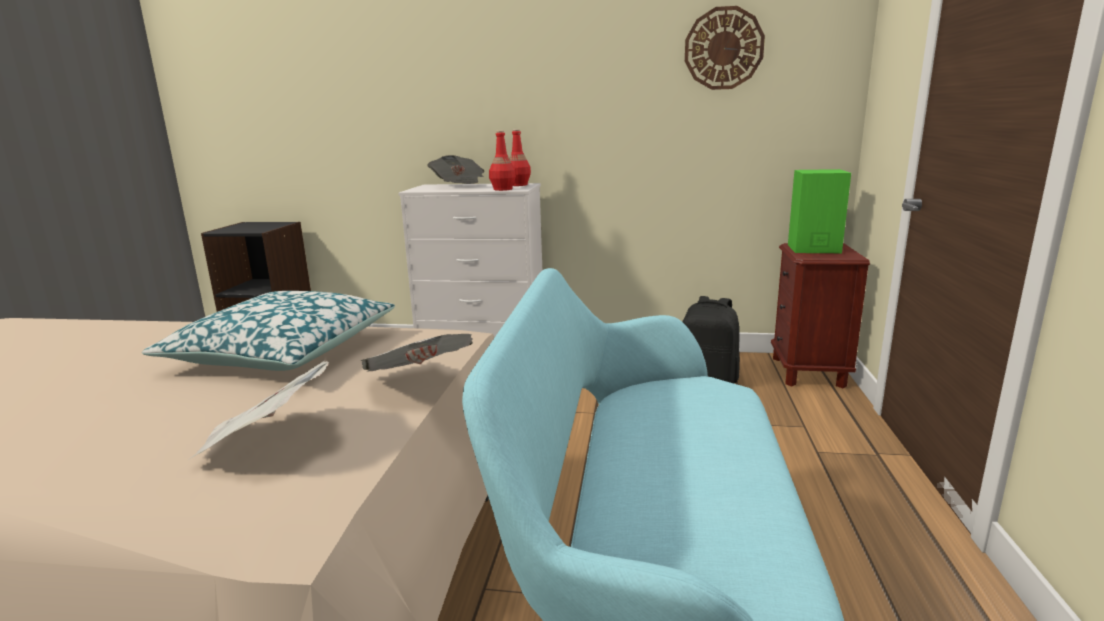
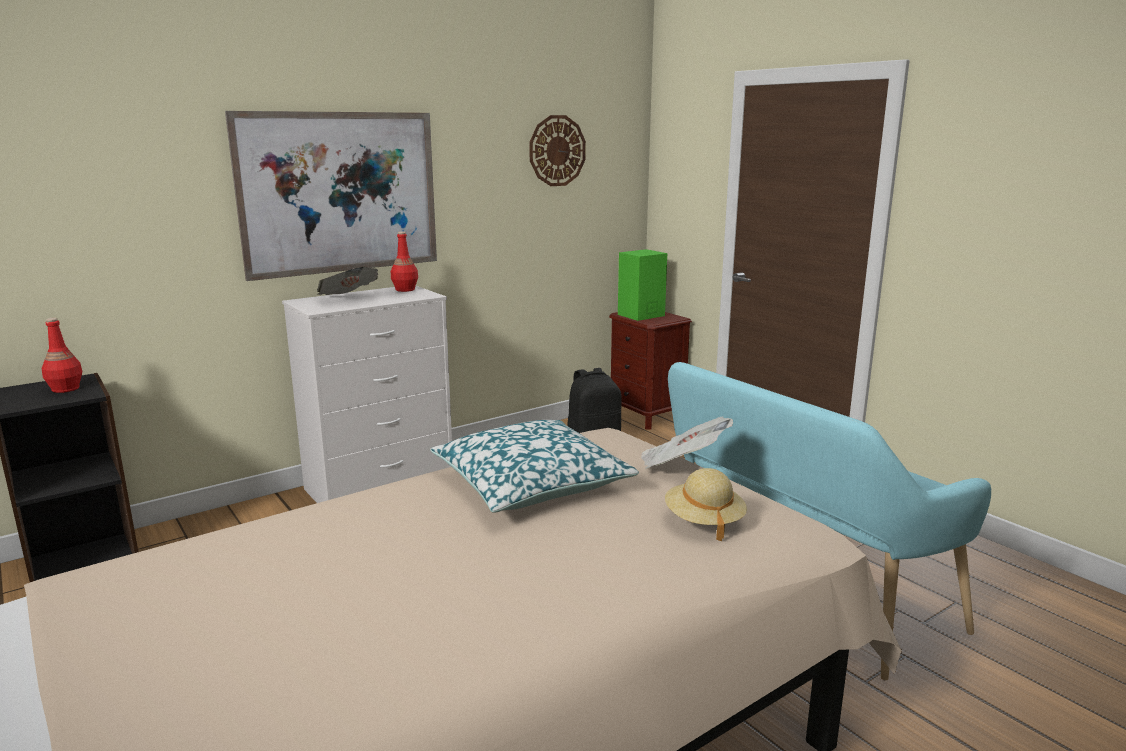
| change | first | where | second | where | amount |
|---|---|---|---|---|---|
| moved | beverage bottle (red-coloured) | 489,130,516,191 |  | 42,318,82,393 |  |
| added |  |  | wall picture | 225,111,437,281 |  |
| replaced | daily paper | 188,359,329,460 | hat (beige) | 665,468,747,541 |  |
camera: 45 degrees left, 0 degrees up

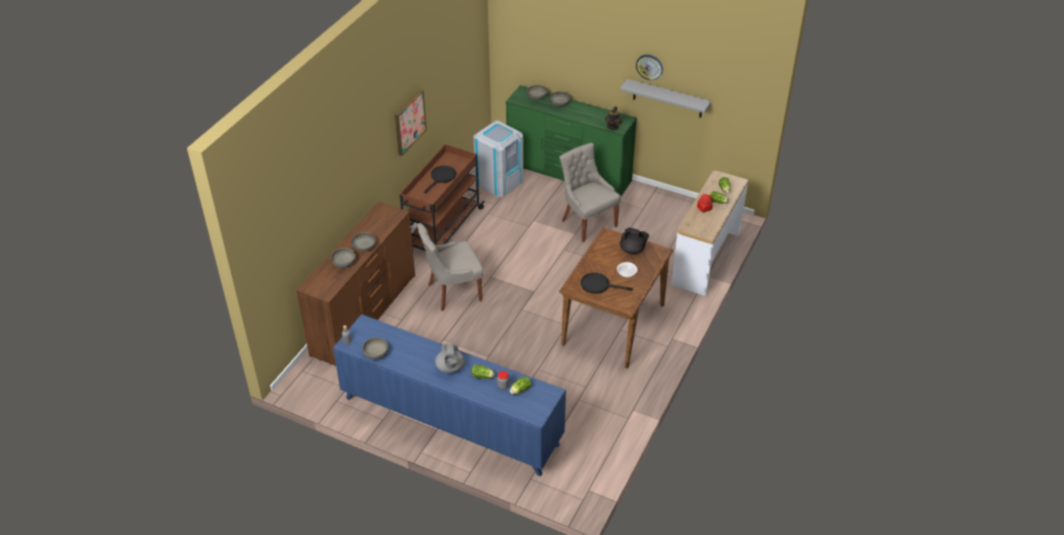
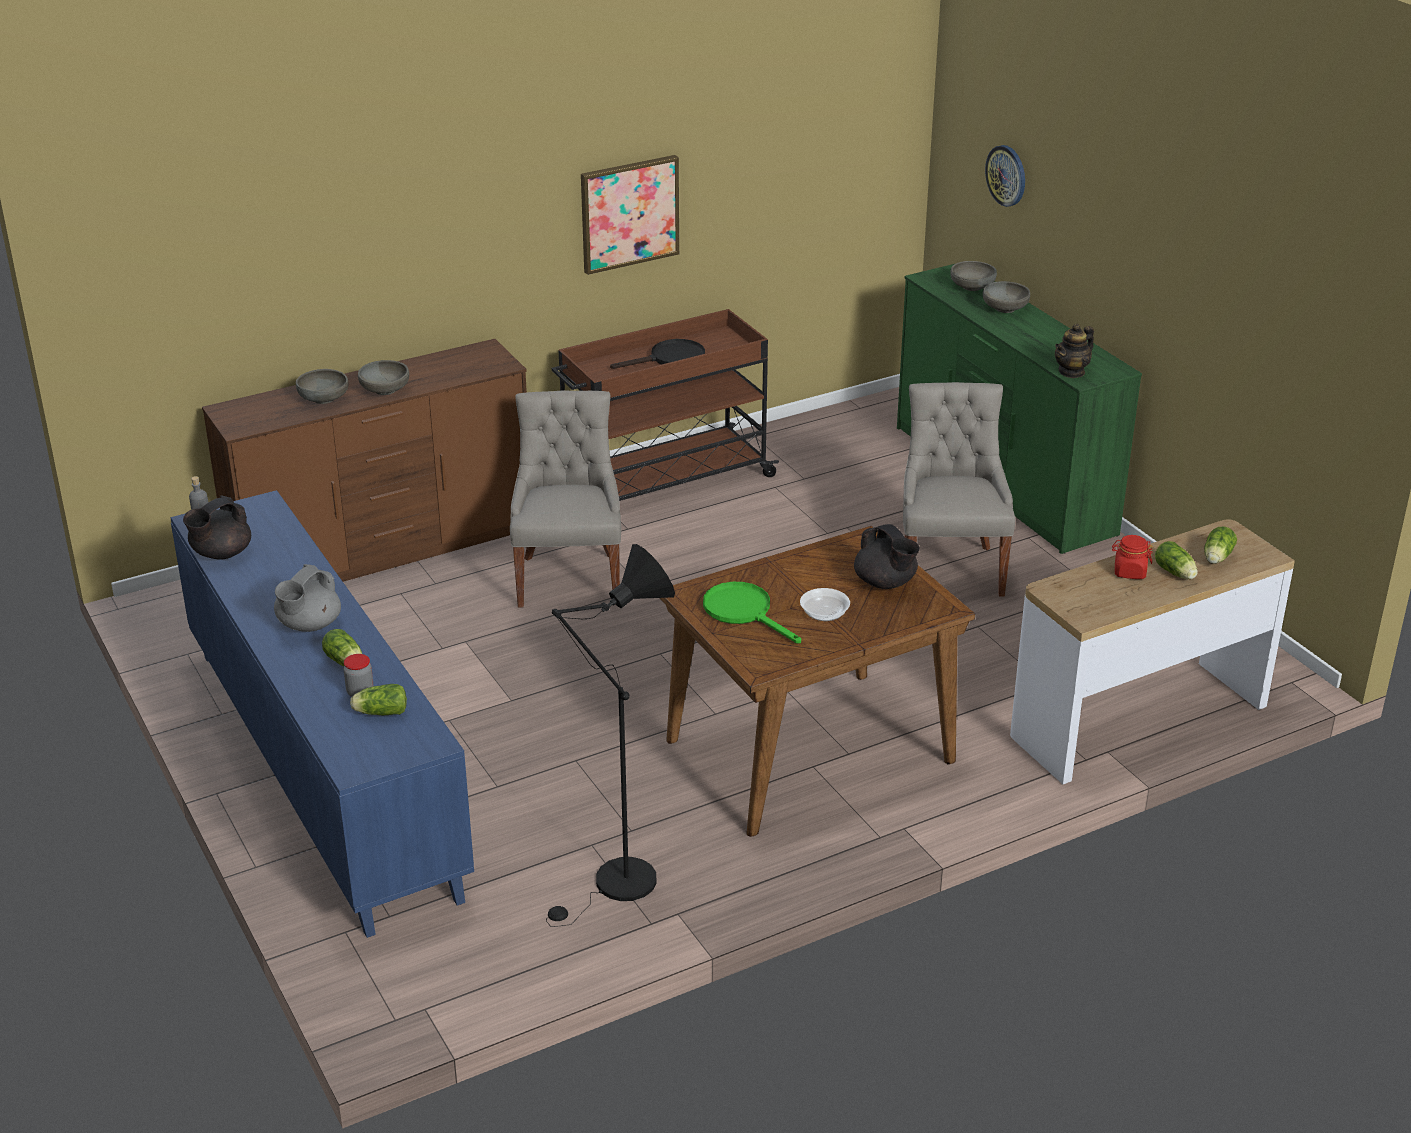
| change | first | where | second | where | amount |
|---|---|---|---|---|---|
| replaced | bowl (gray) | 362,337,389,359 | pot for tea (blackish) | 183,496,251,560 |  |
| turned | chair (gray) | 417,223,483,311 |  | 510,390,621,607 | 75 degrees clockwise |
| added |  |  | floor lamp (blackish) | 546,544,675,927 |  |
| recoloured | skillet (blackish) | 581,273,633,294 | skillet (green) | 703,582,801,643 |  |
| moved | clock on the wall | 636,54,663,80 |  | 985,145,1025,207 |  |
| removed | waste bin (gray) | 473,121,523,197 |  |  |  |
| removed | bracket shelf (gray) | 620,79,711,118 |  |  |  |
camera: 35 degrees right, 10 degrees down

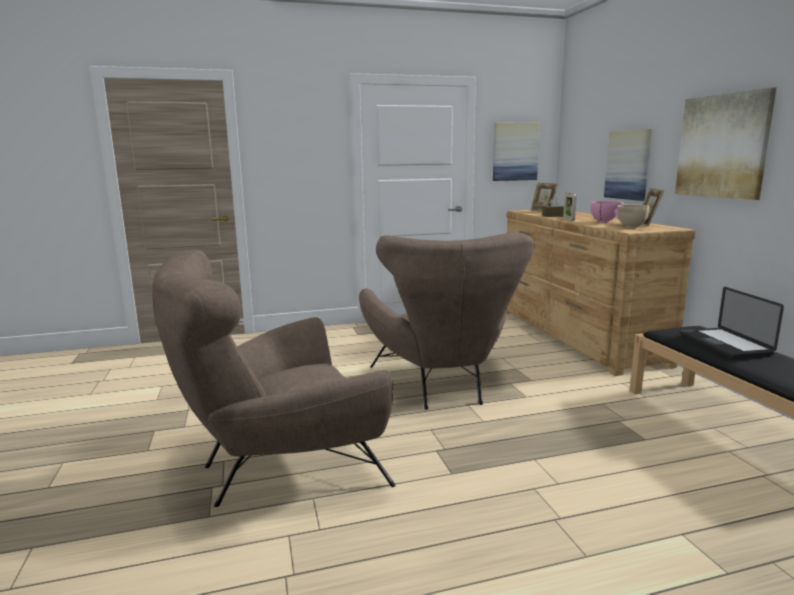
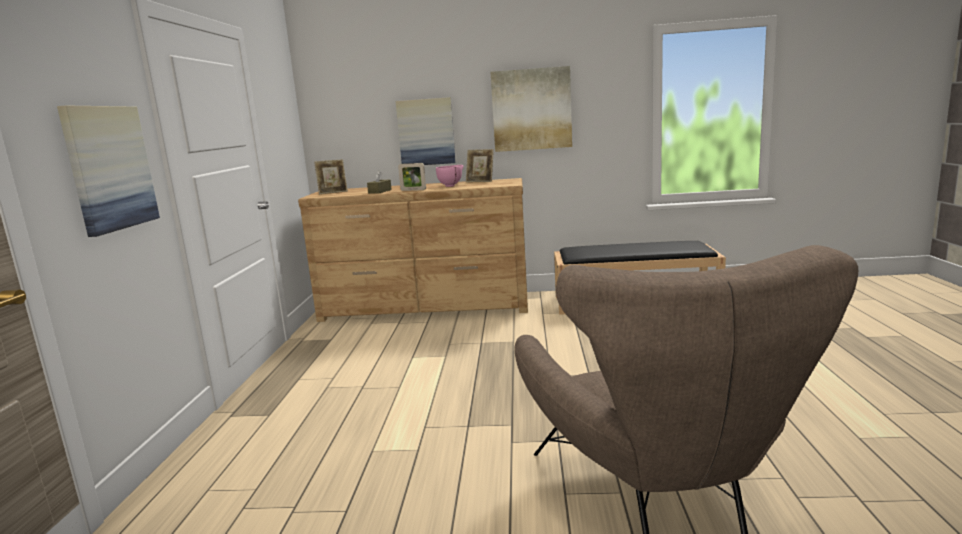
| change | first | where | second | where | amount |
|---|---|---|---|---|---|
| moved | wall picture | 493,122,540,181 |  | 57,106,160,237 |  |
| removed | easy chair (brown-coloured) | 359,232,534,410 |  |  |  |
| removed | bowl (beige) | 617,205,650,228 |  |  |  |
| removed | notebook computer | 680,287,784,358 |  |  |  |
camera: 70 degrees left, 0 degrees up

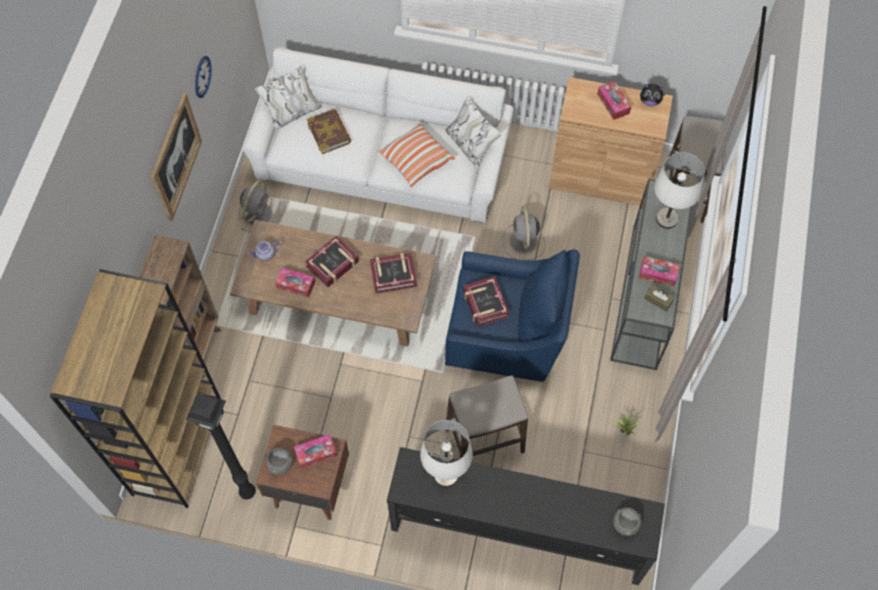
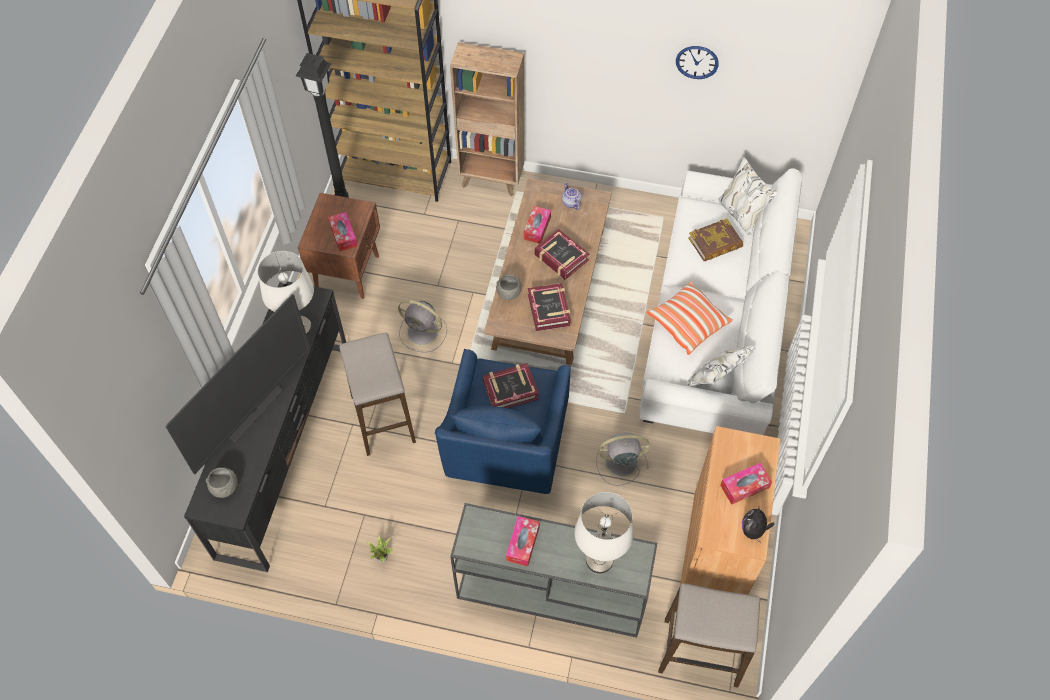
| change | first | where | second | where | amount |
|---|---|---|---|---|---|
| added |  |  | TV set | 166,294,311,474 |  |
| moved | fan (gray) | 239,180,273,232 |  | 398,300,447,353 |  |
| moved | bowl (gray) | 266,448,293,475 |  | 496,274,522,300 |  |
| removed | wall picture | 151,93,202,221 |  |  |  |
| removed | tissue box (brown-coloured) | 644,284,675,312 |  |  |  |
camera: 90 degrees right, 5 degrees down

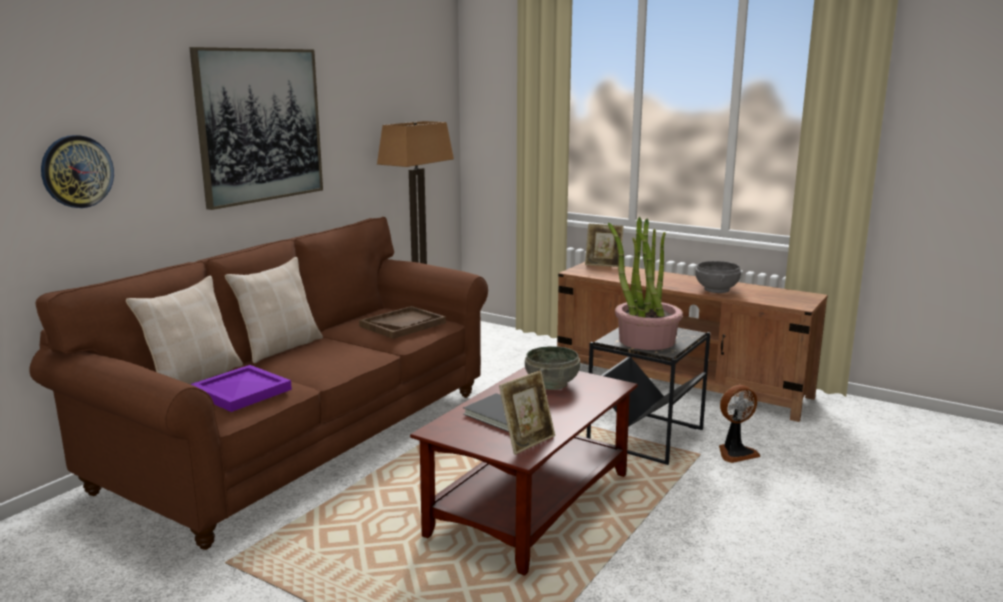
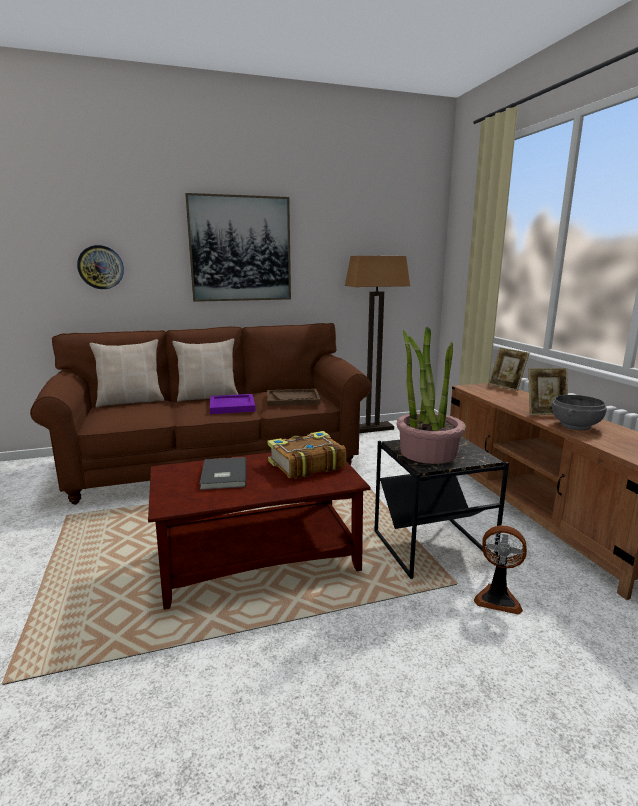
| change | first | where | second | where | amount |
|---|---|---|---|---|---|
| moved | tray (purplish) | 190,365,292,412 |  | 210,394,256,414 |  |
| replaced | bowl (gray) | 525,346,580,390 | volume | 268,431,346,479 |  |
| moved | photo frame | 499,370,555,455 |  | 528,368,568,415 |  |
camera: 40 degrees right, 0 degrees up

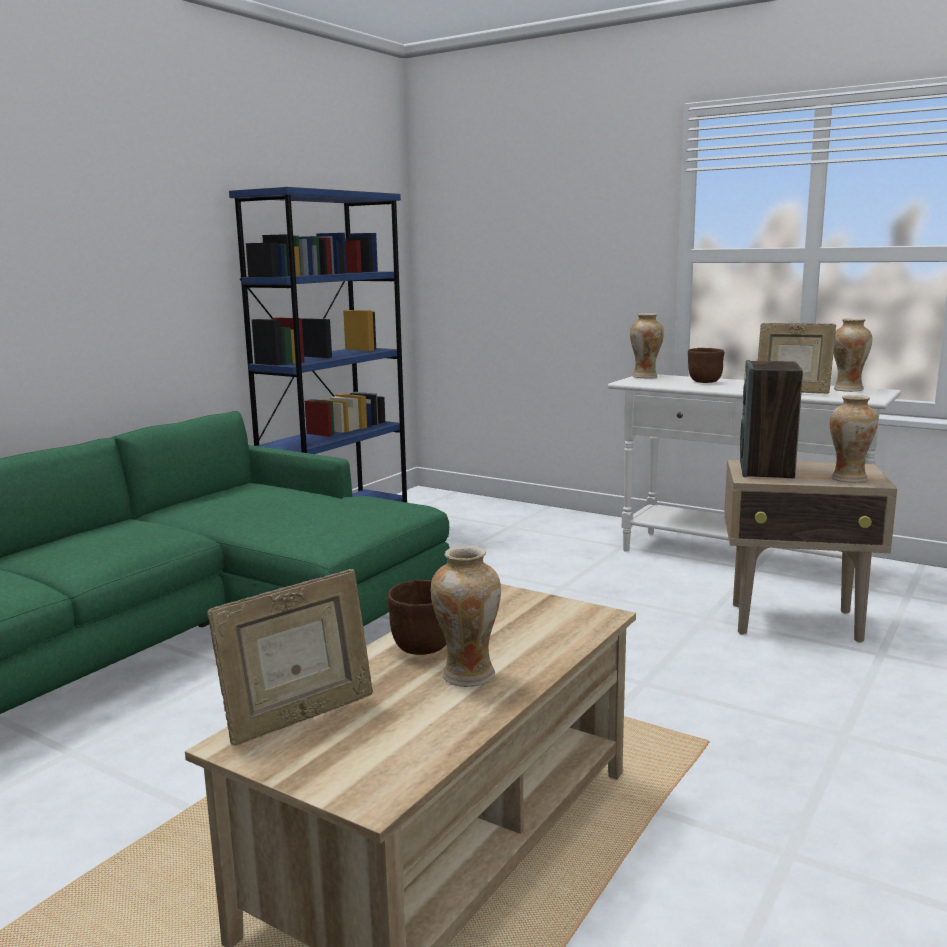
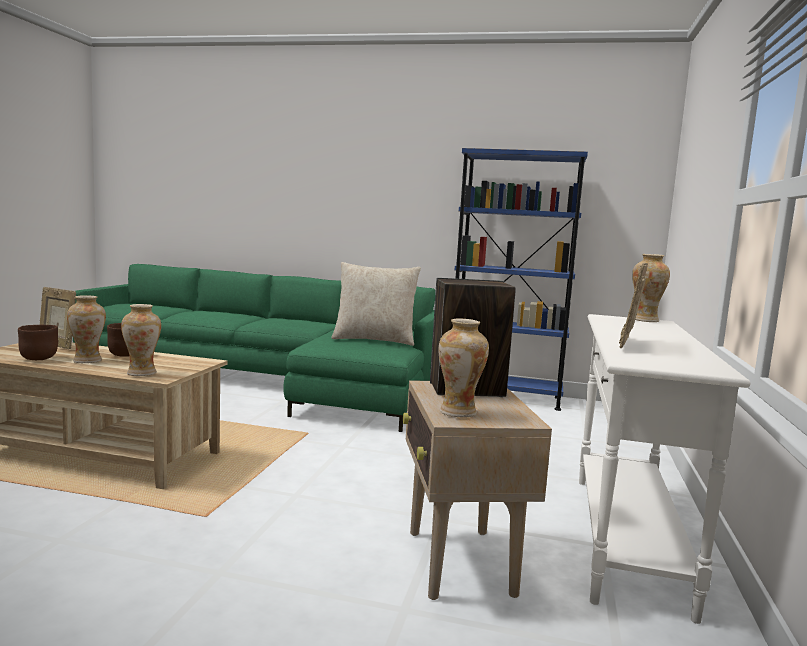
| change | first | where | second | where | amount |
|---|---|---|---|---|---|
| moved | bowl (brown-coloured) | 688,348,724,383 |  | 18,325,58,360 |  |
| moved | vase | 833,318,872,392 |  | 121,304,161,376 |  |
| added |  |  | cushion (beige) | 332,262,421,346 |  |
camera: 70 degrees right, 5 degrees down

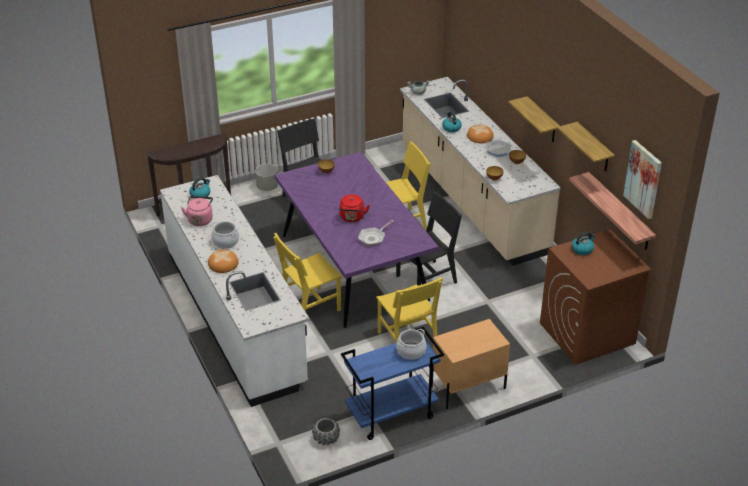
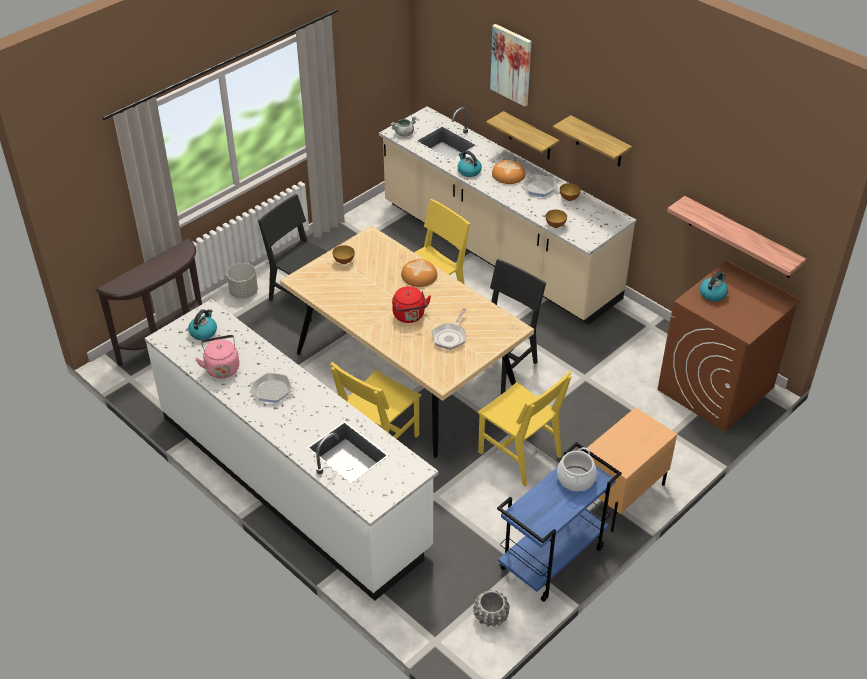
| change | first | where | second | where | amount |
|---|---|---|---|---|---|
| replaced | cooking pot | 211,221,239,248 | skillet | 250,373,294,403 |  |
| recoloured | dining table (purplish) | 275,152,439,328 | dining table (beige) | 280,225,534,458 |  |
| moved | bread | 208,250,239,273 |  | 401,259,437,287 |  |
| moved | bracket shelf | 557,122,615,171 |  | 486,111,559,160 |  |
| moved | wall picture | 623,140,662,219 |  | 490,24,532,107 |  |
camera: 20 degrees left, 5 degrees up

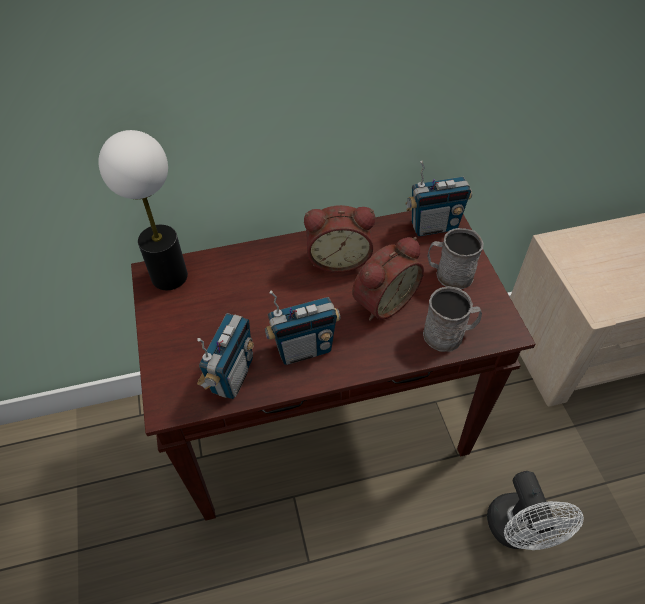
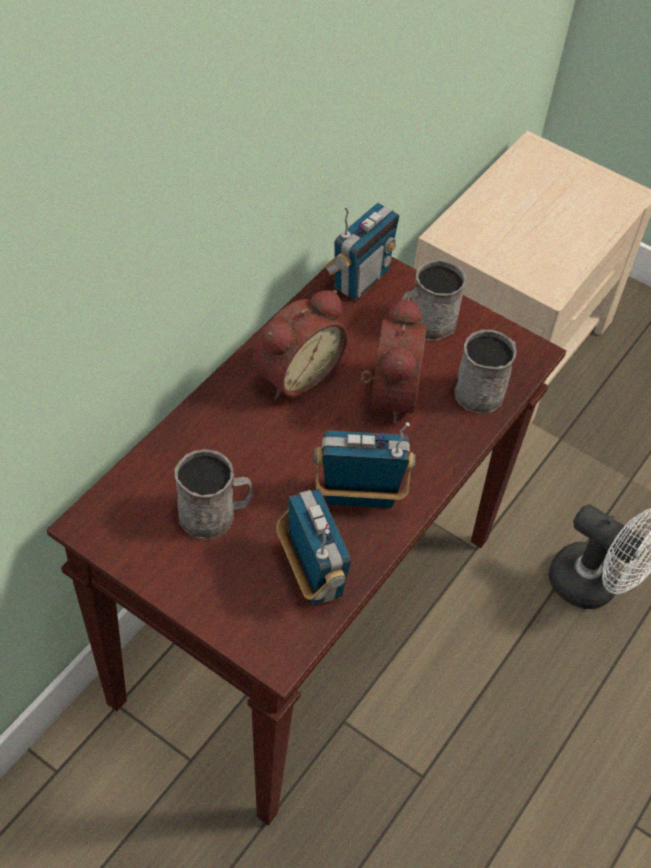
| change | first | where | second | where | amount |
|---|---|---|---|---|---|
| added |  |  | tea mug (gray) | 174,449,253,539 |  |
| turned | radio | 265,291,341,365 |  | 314,422,415,508 | 120 degrees counterclockwise |
| removed | tabletop lamp | 99,130,188,290 |  |  |  |
camera: 45 degrees left, 0 degrees up

